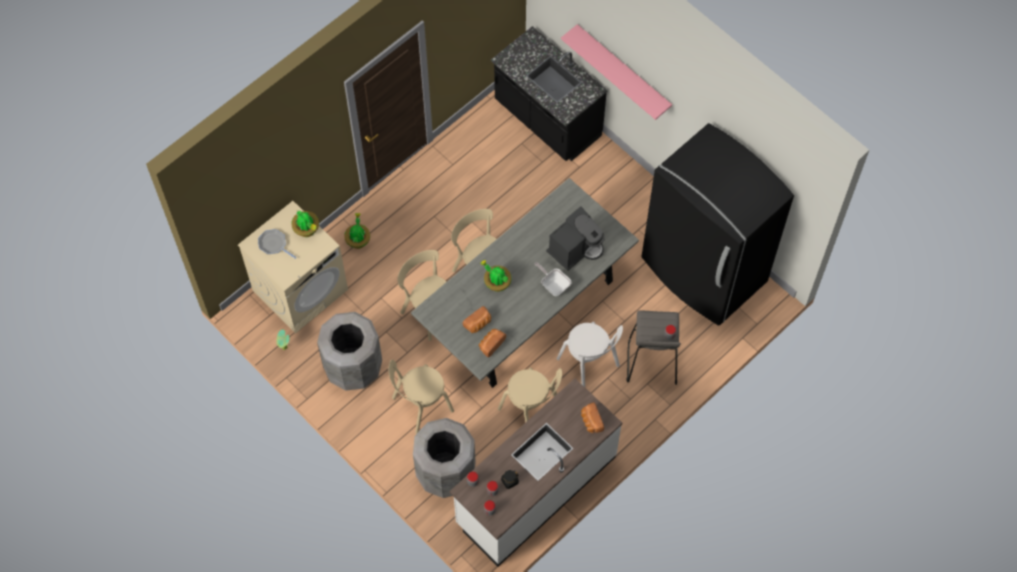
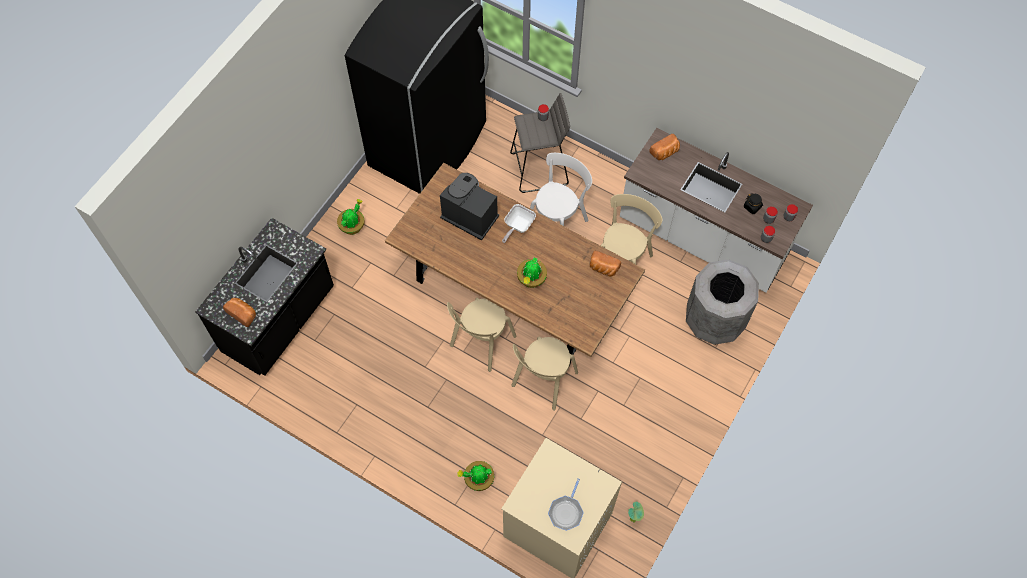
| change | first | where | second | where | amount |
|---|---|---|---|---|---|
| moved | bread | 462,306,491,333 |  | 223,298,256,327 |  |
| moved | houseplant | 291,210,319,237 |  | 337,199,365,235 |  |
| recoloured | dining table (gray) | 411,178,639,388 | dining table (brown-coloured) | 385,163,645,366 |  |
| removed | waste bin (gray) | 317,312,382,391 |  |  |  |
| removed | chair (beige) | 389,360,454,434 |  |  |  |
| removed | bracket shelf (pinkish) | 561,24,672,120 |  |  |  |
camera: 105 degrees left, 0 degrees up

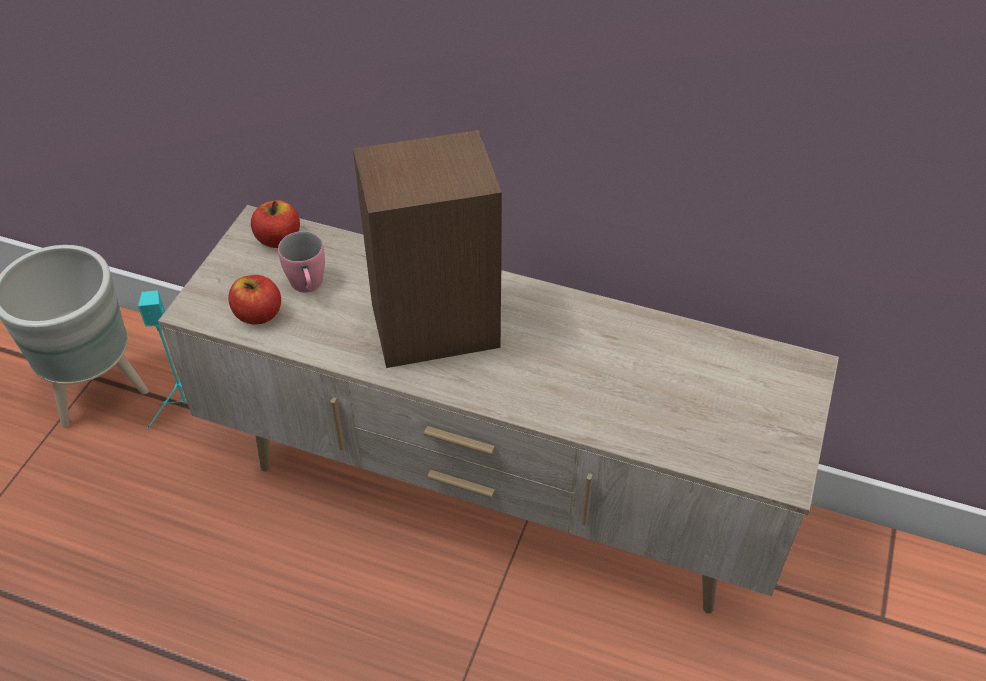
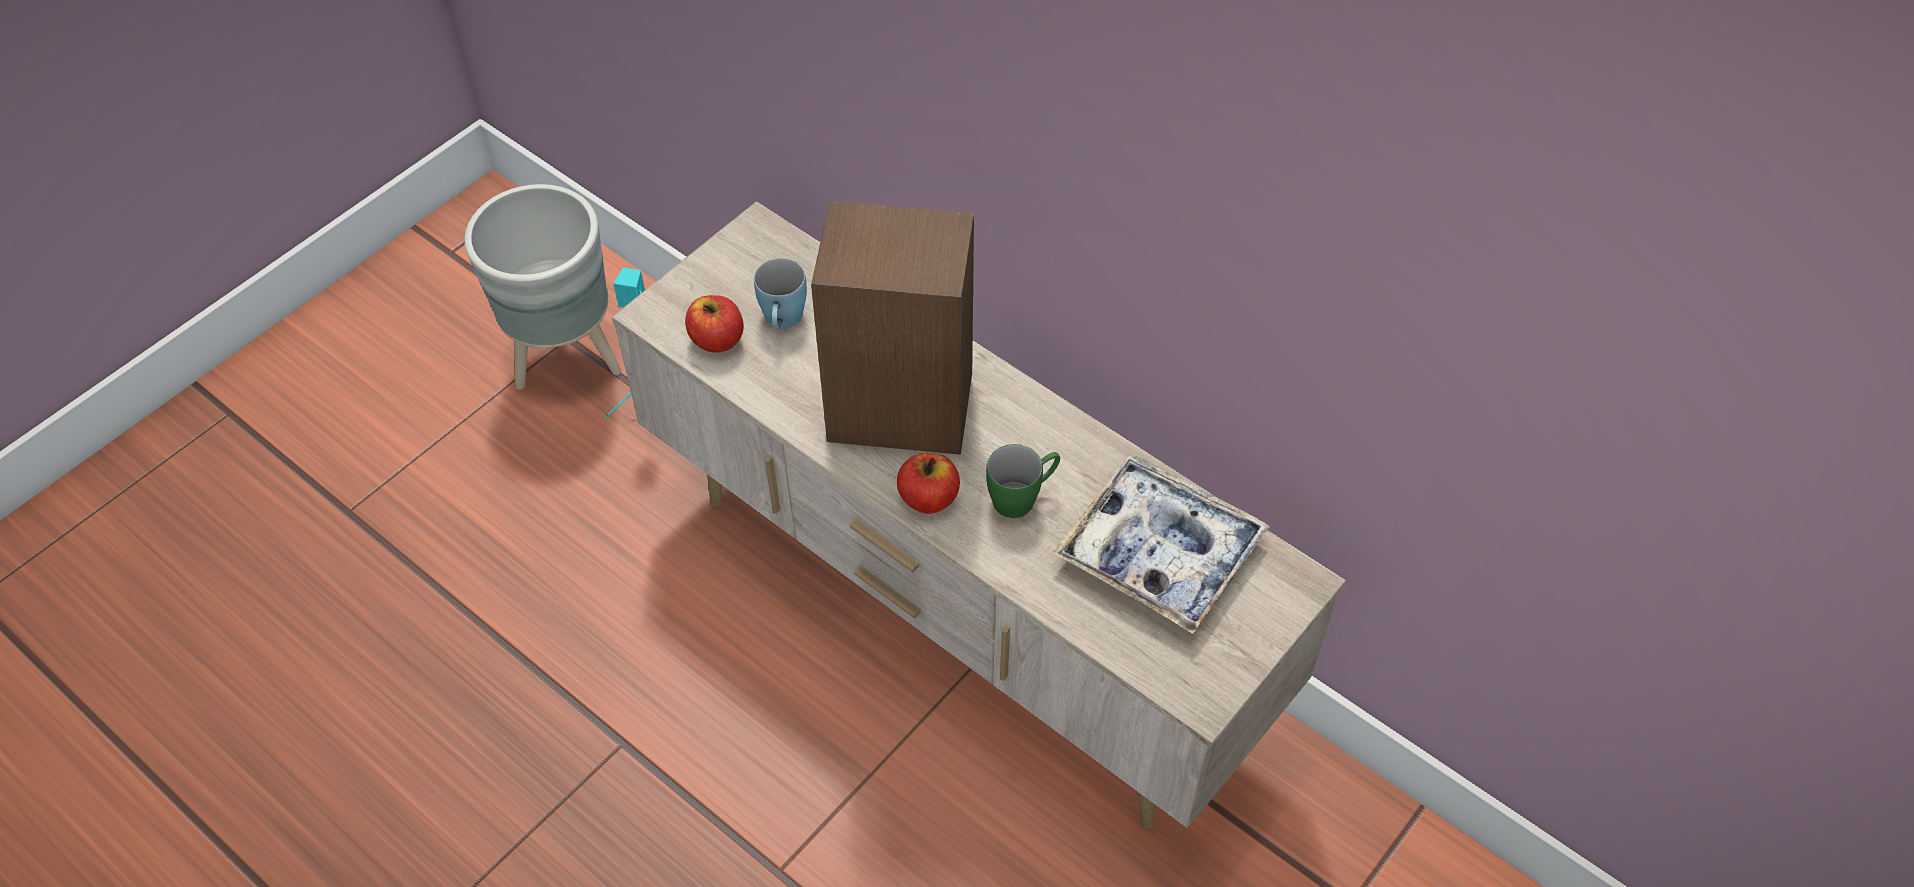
| change | first | where | second | where | amount |
|---|---|---|---|---|---|
| recoloured | tea mug (pinkish) | 278,231,325,293 | tea mug (blue) | 754,258,807,328 |  |
| moved | apple | 251,200,300,248 |  | 897,453,960,514 |  |
| added |  |  | tea mug (green) | 986,444,1060,518 |  |
| added |  |  | tray | 1052,456,1270,634 |  |
camera: 20 degrees right, 5 degrees up

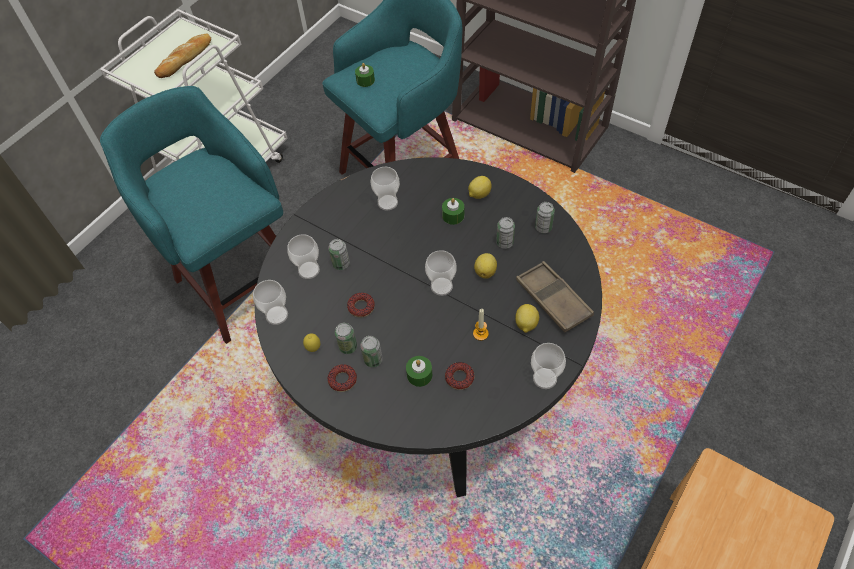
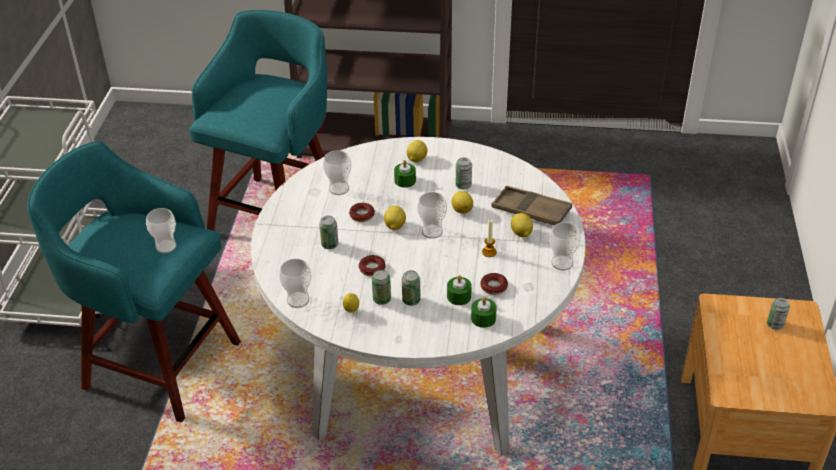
| change | first | where | second | where | amount |
|---|---|---|---|---|---|
| moved | small cup | 287,234,320,279 |  | 146,208,177,254 |  |
| recoloured | dining table (blackish) | 255,157,602,497 | dining table (white) | 251,137,586,456 |  |
| moved | ring doughnut | 328,364,357,392 |  | 349,203,375,222 |  |
| added |  |  | whole lemon | 384,206,406,230 |  |
| moved | wax candle (green) | 355,63,375,87 |  | 471,297,497,328 |  |
| moved | metal can | 535,202,555,233 |  | 767,298,790,330 |  |
| removed | bread | 154,34,211,78 |  |  |  |
camera: 30 degrees left, 15 degrees down

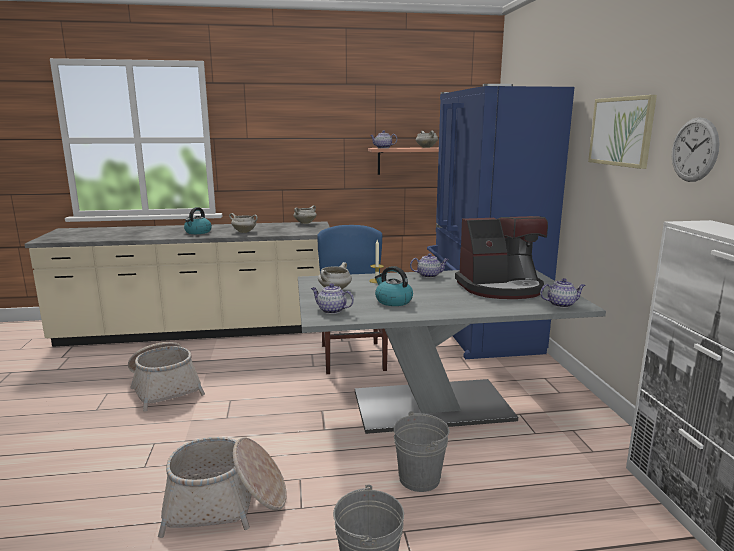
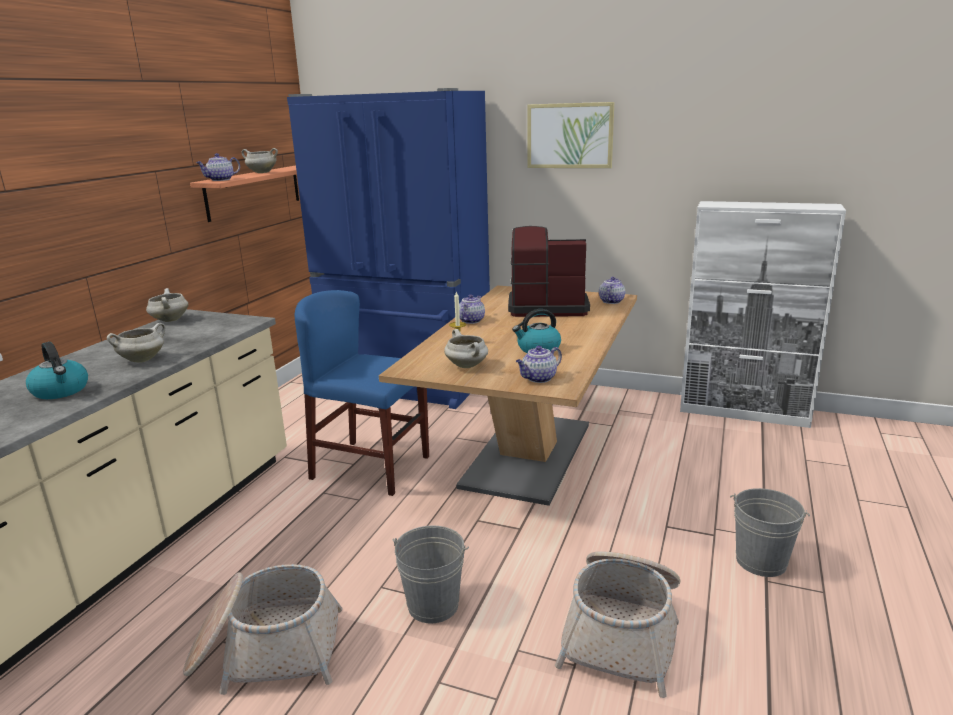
| change | first | where | second | where | amount |
|---|---|---|---|---|---|
| recoloured | dining table (gray) | 298,270,606,434 | dining table (brown-coloured) | 379,286,637,506 |  |
| moved | bucket (gray) | 394,411,449,492 |  | 393,526,469,624 |  |
| turned | coffee maker | 455,216,548,299 |  | 508,226,590,317 | 105 degrees counterclockwise |
| removed | clock on the wall | 672,117,720,182 |  |  |  |
camera: 60 degrees left, 5 degrees up

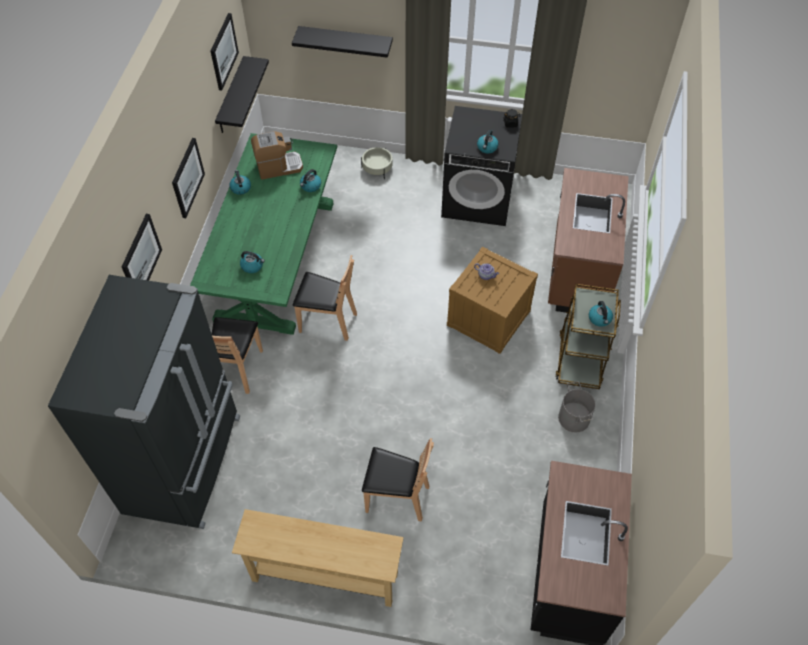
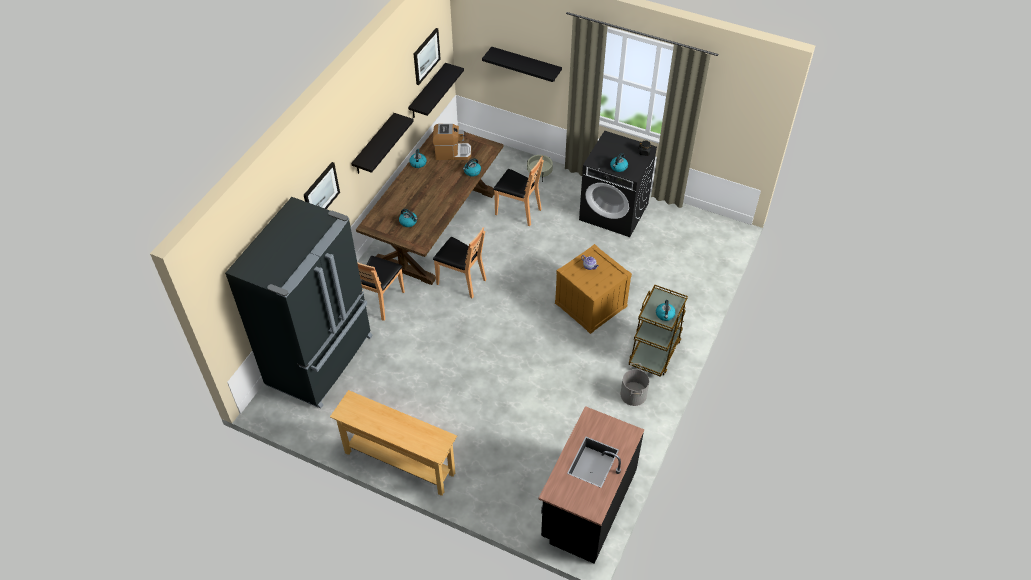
| change | first | where | second | where | amount |
|---|---|---|---|---|---|
| replaced | wall picture | 172,138,205,218 | bracket shelf (blackish) | 351,113,414,174 |  |
| recoloured | dining table (green) | 190,133,337,335 | dining table (brown-coloured) | 356,132,503,285 |  |
| moved | chair (brown-coloured) | 362,438,434,522 |  | 493,156,544,226 |  |
| removed | counter (brown-coloured) | 548,168,629,313 |  |  |  |
camera: 15 degrees right, 5 degrees down

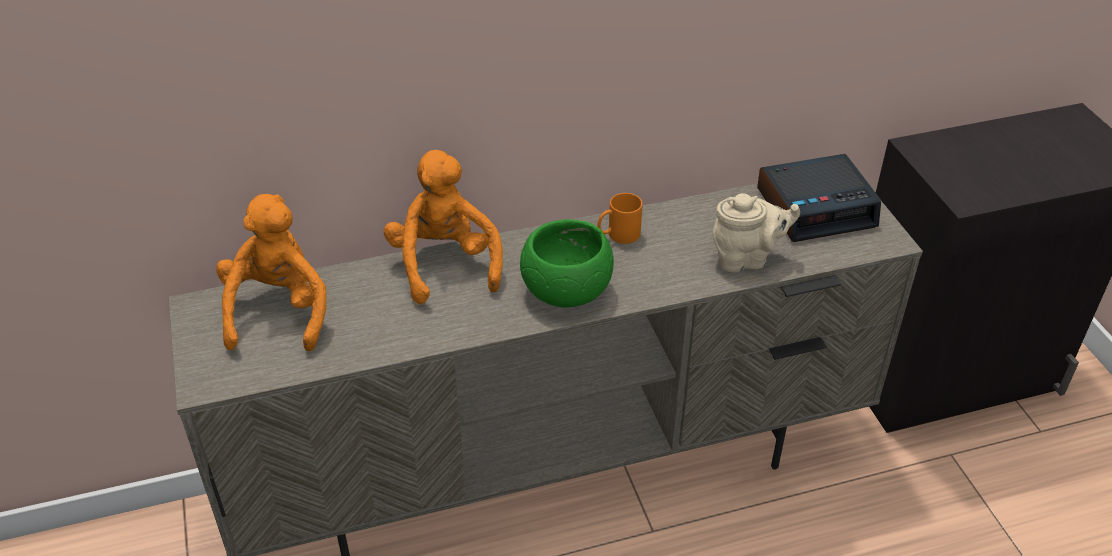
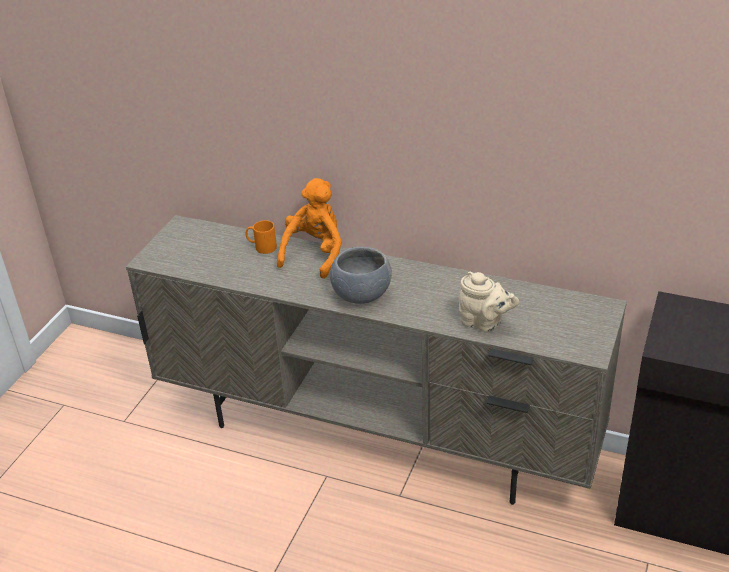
| change | first | where | second | where | amount |
|---|---|---|---|---|---|
| moved | tea mug (orange) | 597,193,643,244 |  | 245,220,277,254 |  |
| recoloured | bowl (green) | 520,219,614,307 | bowl (gray) | 330,247,392,304 |  |
| removed | plush toy (orange) | 216,194,326,351 |  |  |  |
| removed | bedside clock | 757,154,881,242 |  |  |  |
camera: 40 degrees right, 5 degrees down

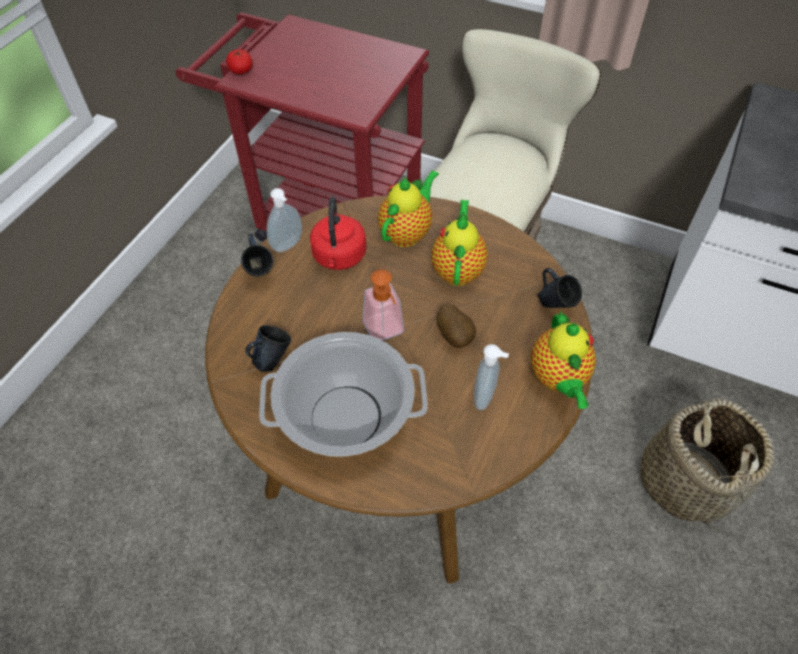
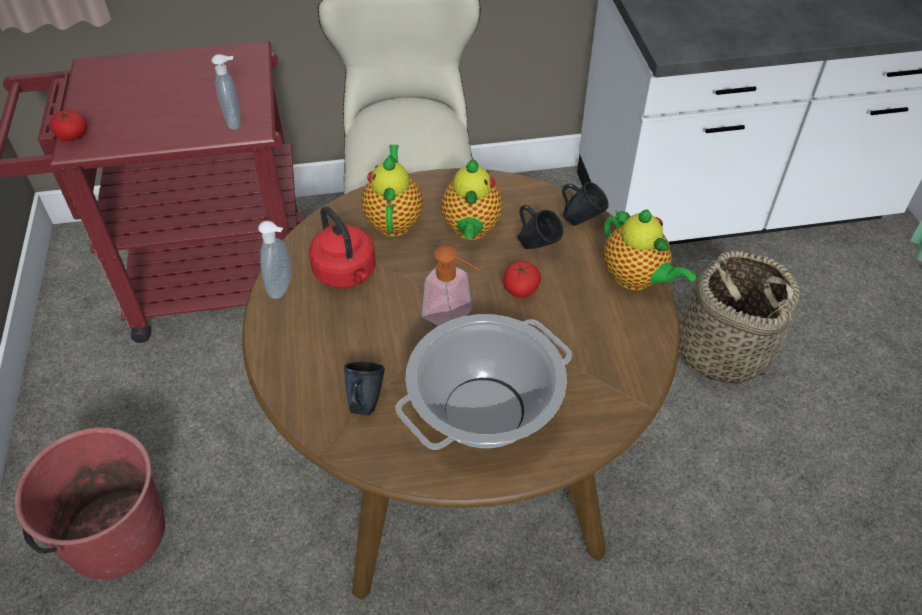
| change | first | where | second | where | amount |
|---|---|---|---|---|---|
| added |  |  | bucket (red-coloured) | 14,427,165,579 |  |
| moved | liquid soap bottle | 474,344,509,410 |  | 211,54,241,130 |  |
| turned | pot for tea | 431,200,488,286 |  | 441,158,503,240 | 150 degrees counterclockwise |
| replaced | spud | 437,305,476,348 | tomato | 503,261,541,298 |  |
| moved | tea mug (blue) | 241,234,273,277 |  | 517,205,563,249 |  |
camera: 35 degrees left, 5 degrees down

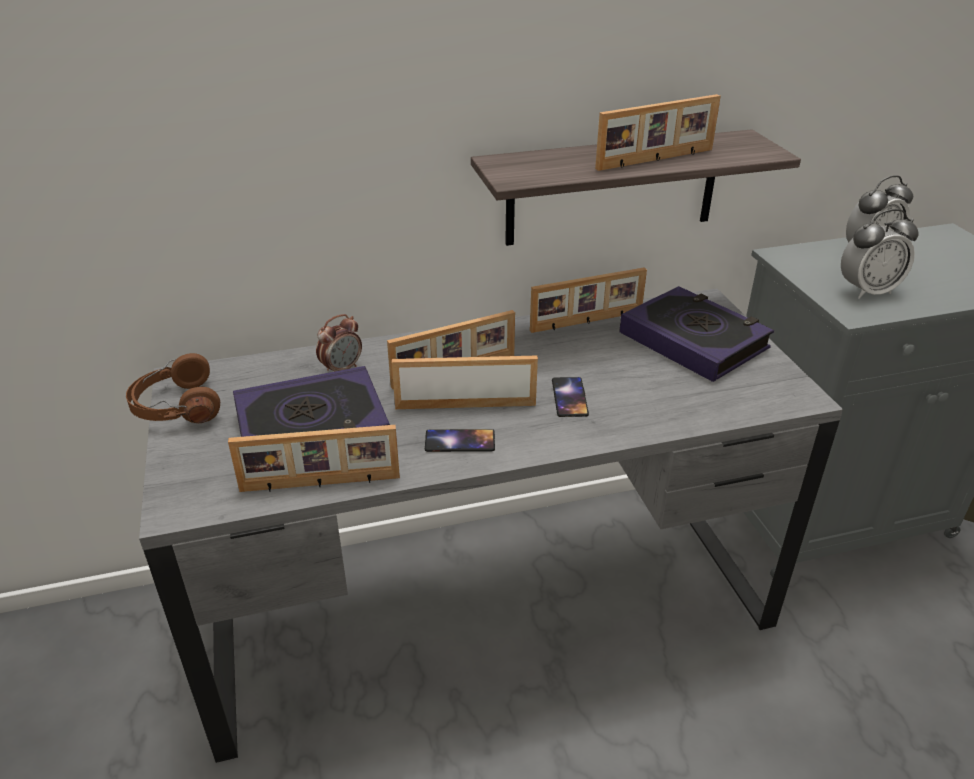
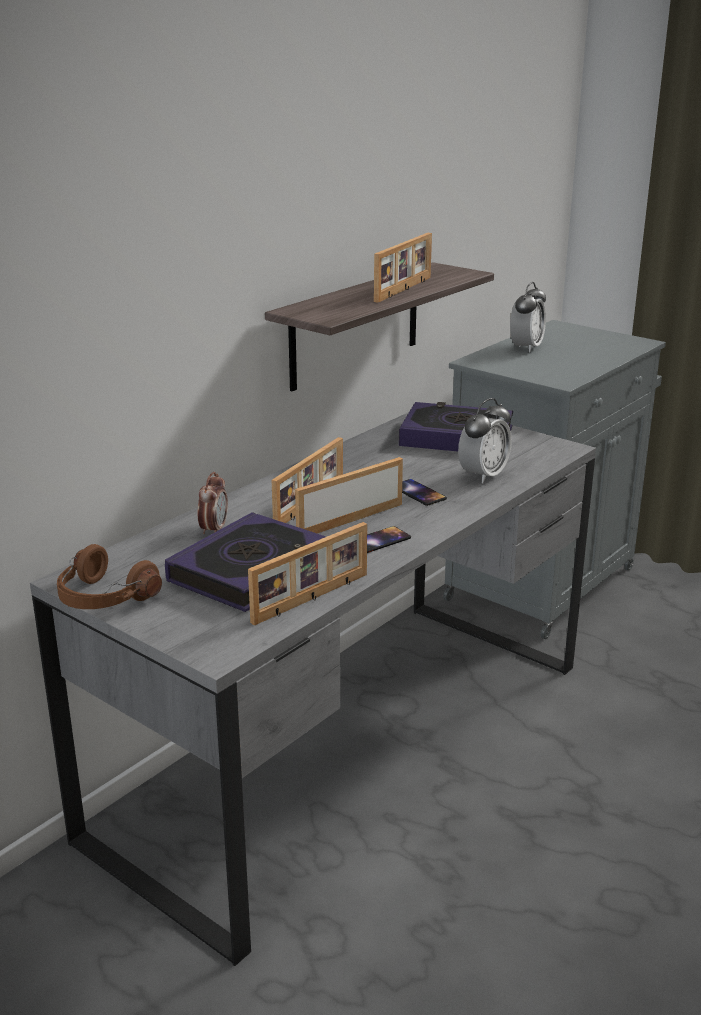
| change | first | where | second | where | amount |
|---|---|---|---|---|---|
| moved | bedside clock | 841,209,919,299 |  | 458,398,512,483 |  |
| removed | photo frame | 530,267,647,333 |  |  |  |
camera: 35 degrees left, 10 degrees down

